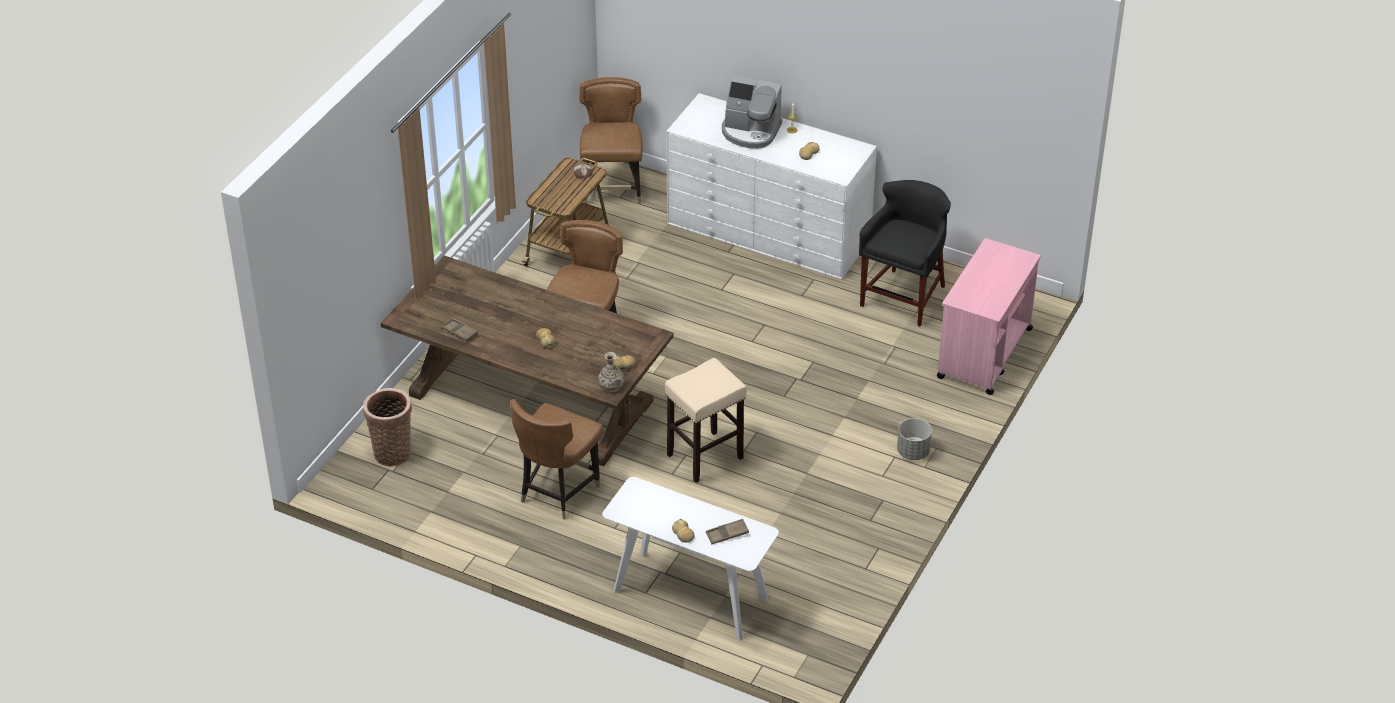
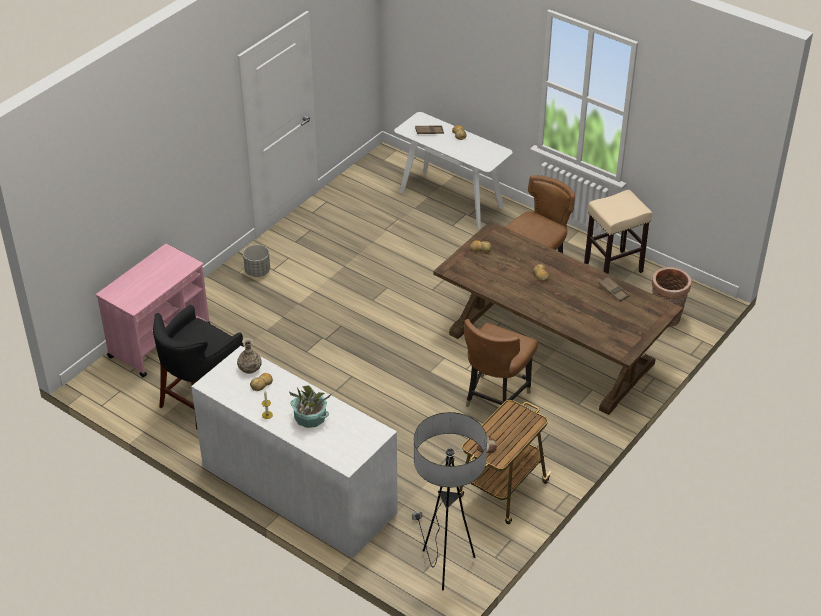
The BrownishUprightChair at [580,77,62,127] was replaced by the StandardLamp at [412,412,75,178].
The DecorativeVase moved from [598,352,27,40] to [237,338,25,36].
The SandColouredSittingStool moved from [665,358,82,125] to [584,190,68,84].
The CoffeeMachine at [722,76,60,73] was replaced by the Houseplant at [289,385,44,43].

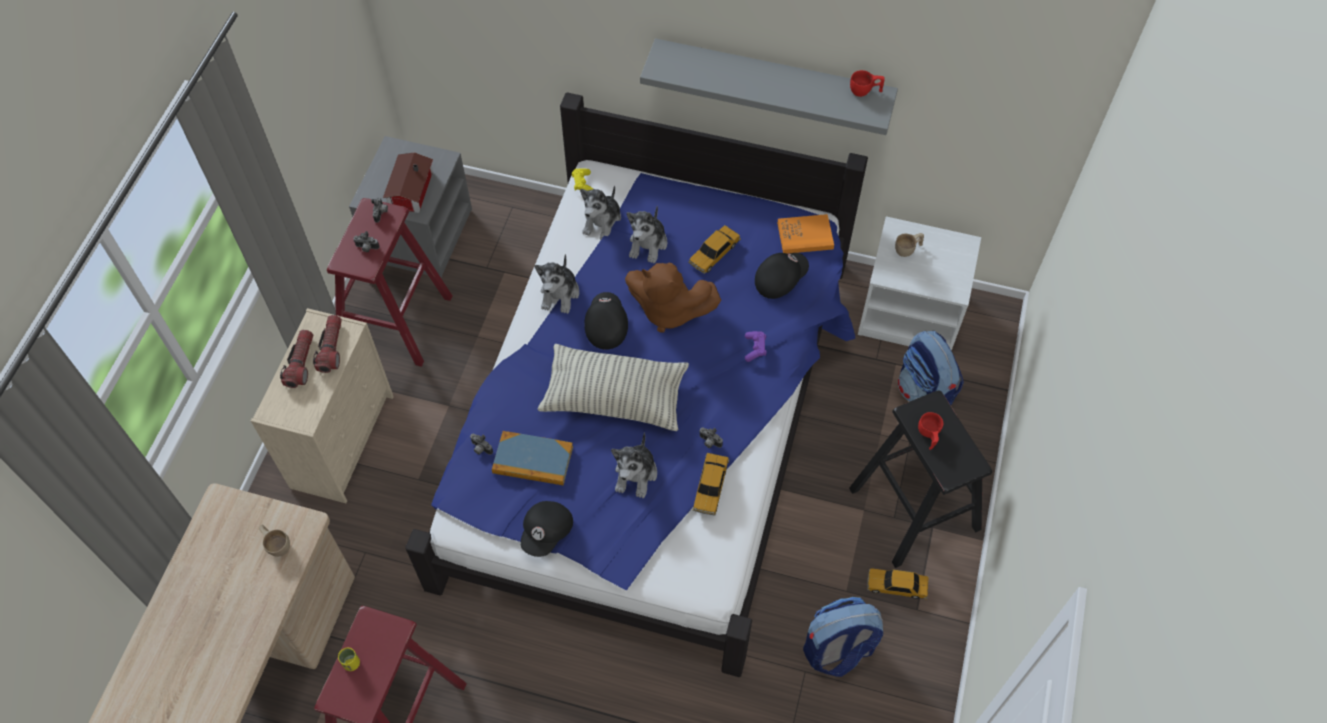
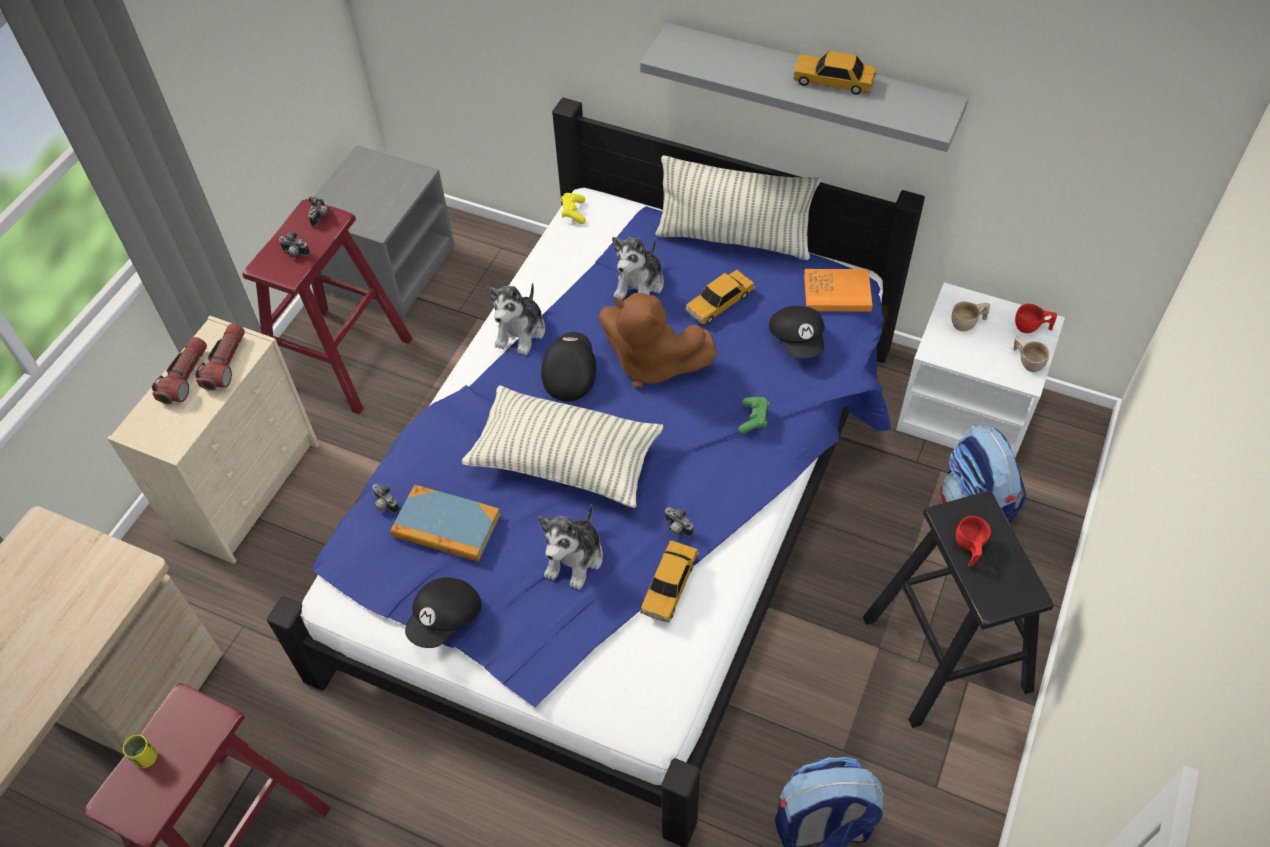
The SandColouredSmallCup moved from [259,525,31,32] to [1014,336,35,36].
The MiniatureHouse at [383,152,50,61] disappeared.
The PlushToy at [580,185,41,55] disappeared.
The PurplishGamepad at [745,331,22,31] became the GreenGamepad at [738,397,32,37].
The BlackCap at [755,253,54,46] turned 105 degrees clockwise.
The RedColouredSmallCup moved from [850,70,35,27] to [1015,304,42,29].
The MiniatureCar moved from [867,568,61,31] to [793,51,84,44].
The ThrowPillow at [655,155,165,105] appeared.

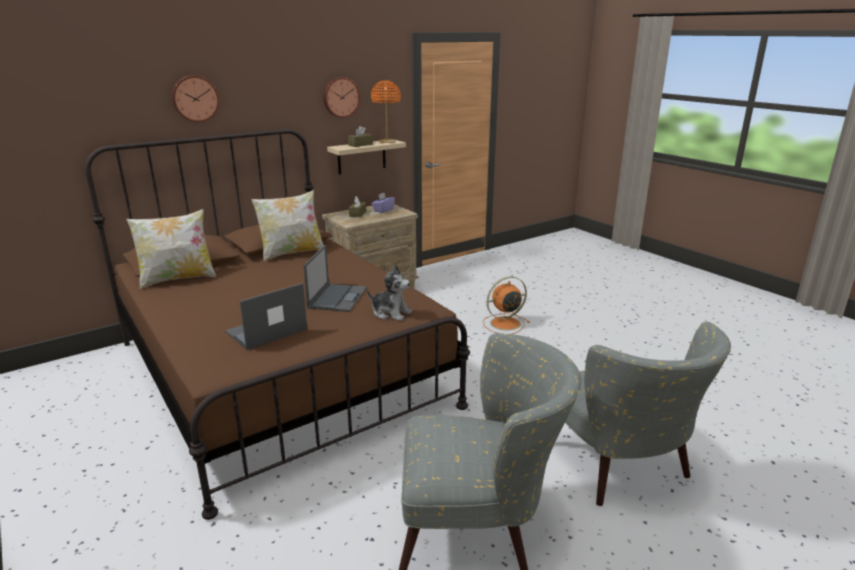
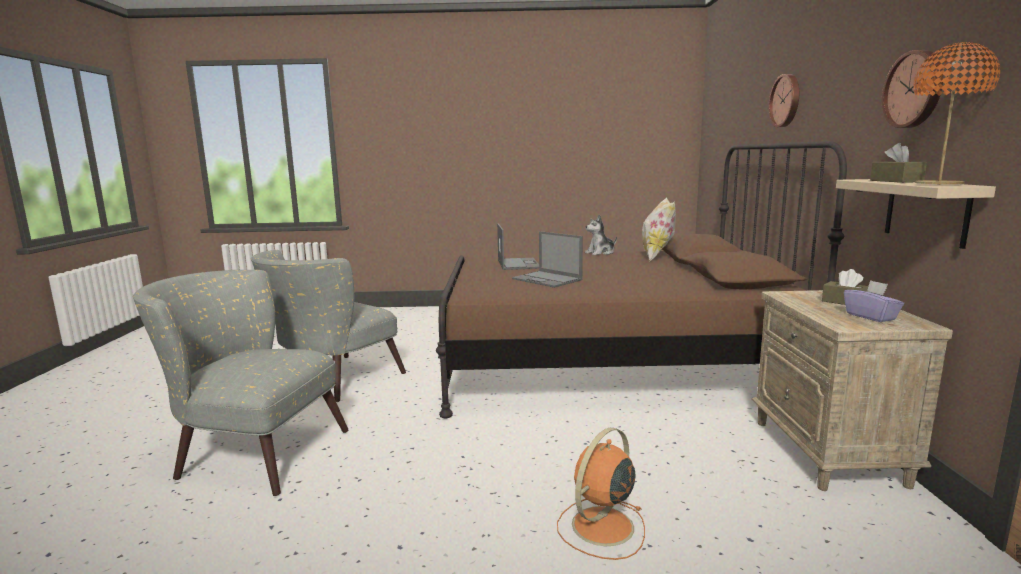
The ThrowPillow at [251,190,73,71] disappeared.
The PlushToy moved from [367,265,45,56] to [585,215,32,40].
The OrangeElectricFan at [483,276,47,58] turned 150 degrees counterclockwise.

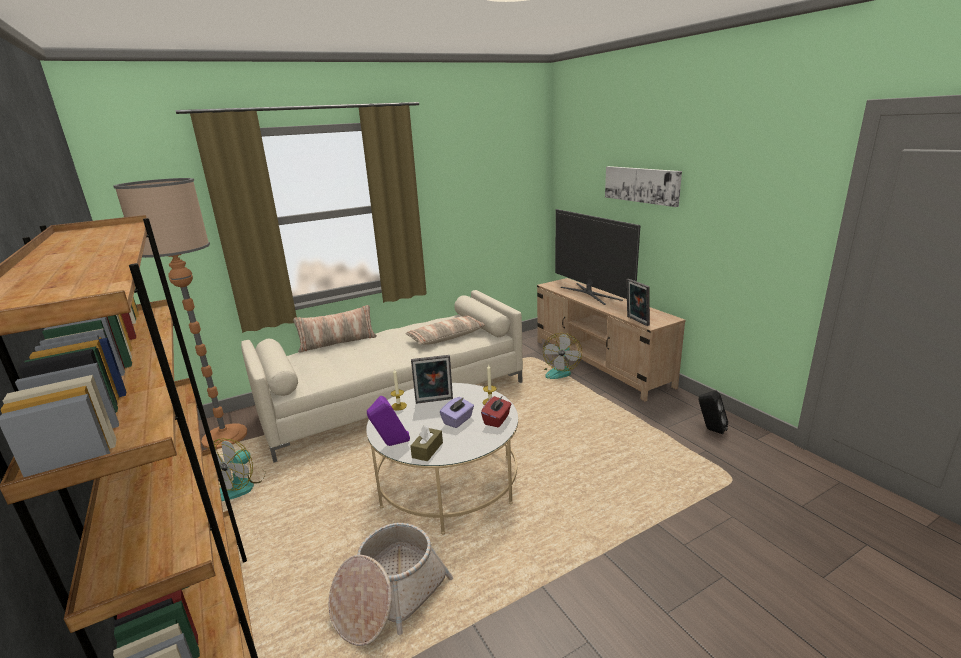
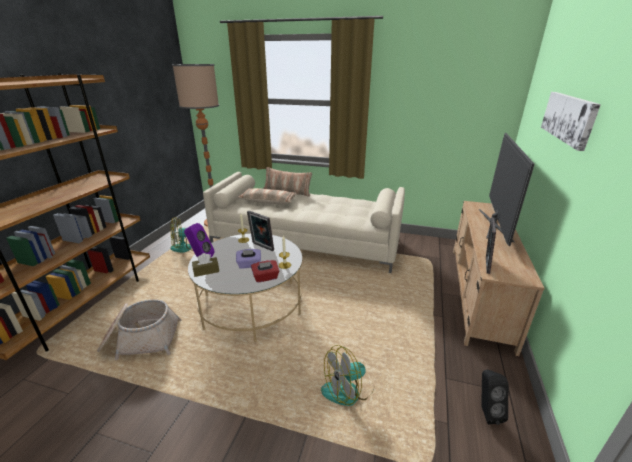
The ThrowPillow moved from [406,316,79,29] to [237,188,60,16].
The ElectricFan moved from [543,333,39,46] to [321,345,53,61].

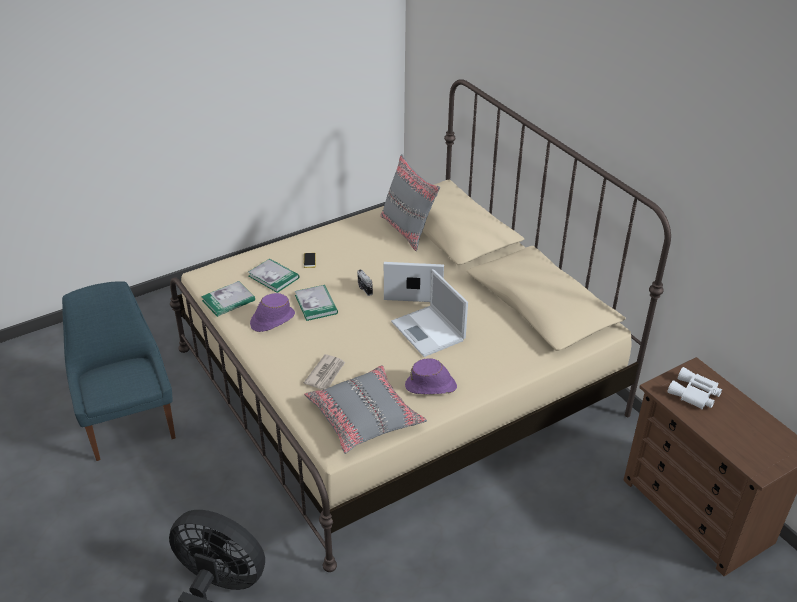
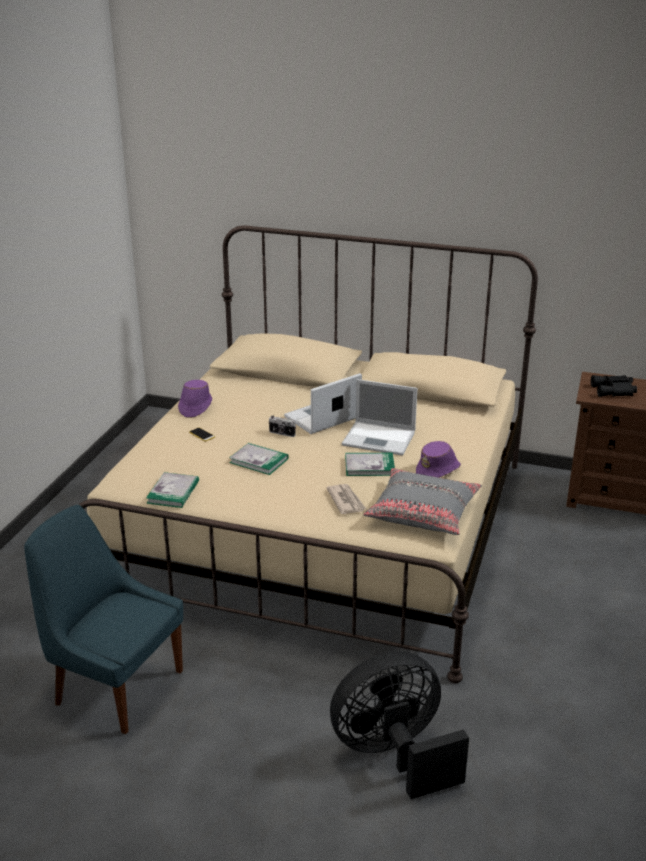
The Book moved from [248,259,51,34] to [345,453,50,23].
The PurplishWearableHat moved from [250,293,45,39] to [178,380,34,38].
The GrayThrowPillow at [380,154,60,97] disappeared.
The WhiteColouredPairOfBinoculars at [667,367,55,42] became the BlackPairOfBinoculars at [591,375,46,22].

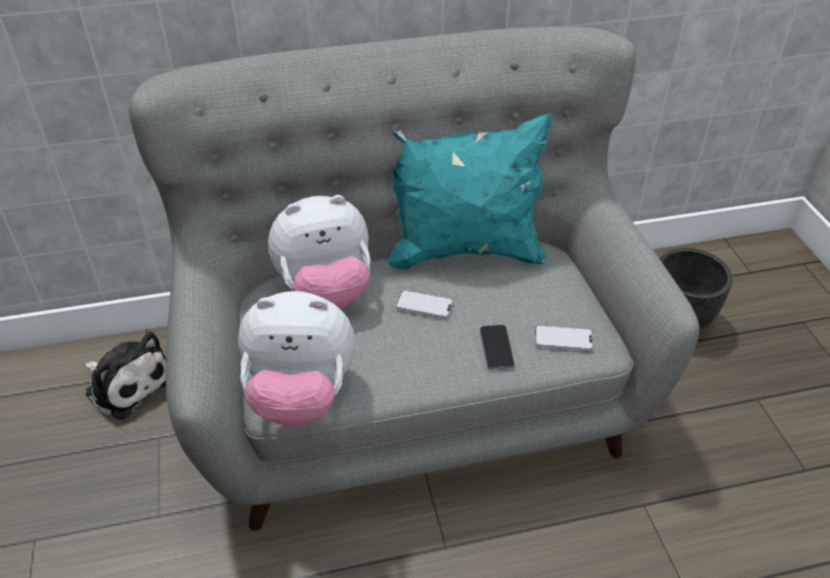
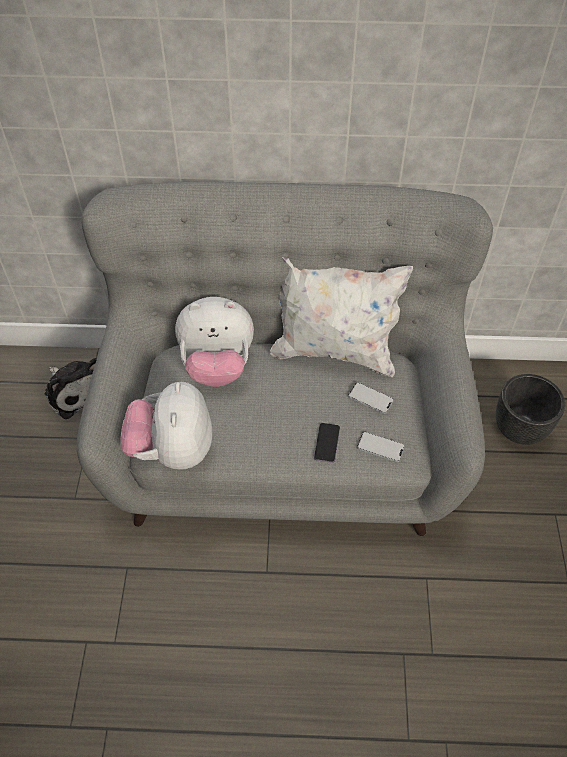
The PlushToy at [238,291,117,136] turned 75 degrees clockwise.
The TurquoiseColouredThrowPillow at [389,114,163,156] became the WhiteColouredThrowPillow at [270,257,143,120].
The Telephone moved from [396,290,57,28] to [348,382,46,32].

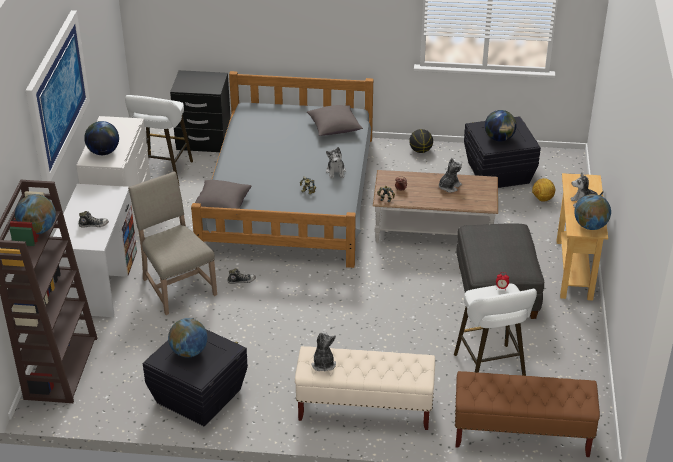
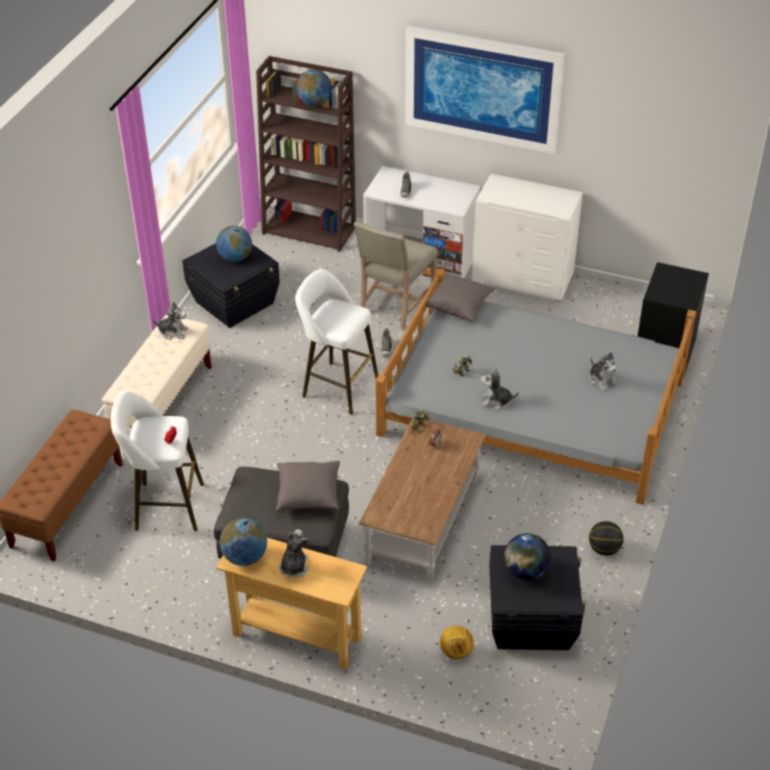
The WorldGlobe at [84,121,35,34] disappeared.
The WhiteColouredSittingStool moved from [125,95,68,91] to [295,269,83,146].
The SandColouredUprightChair at [128,172,89,143] turned 135 degrees clockwise.
The GrayThrowPillow moved from [307,105,56,31] to [275,461,65,50].
The PlushToy moved from [439,158,23,35] to [589,352,29,39].

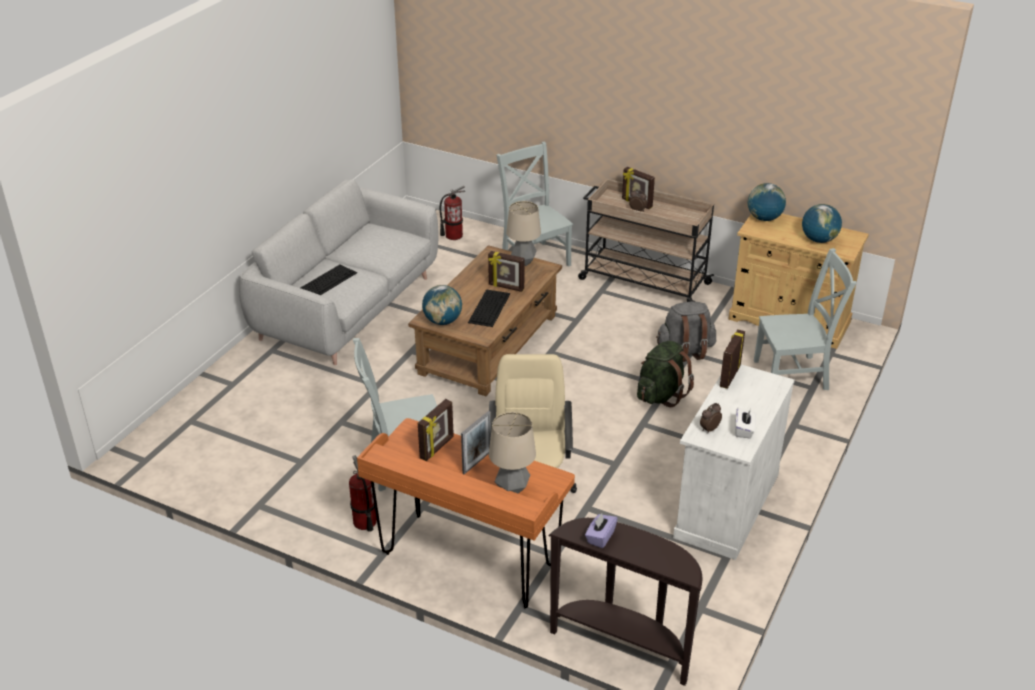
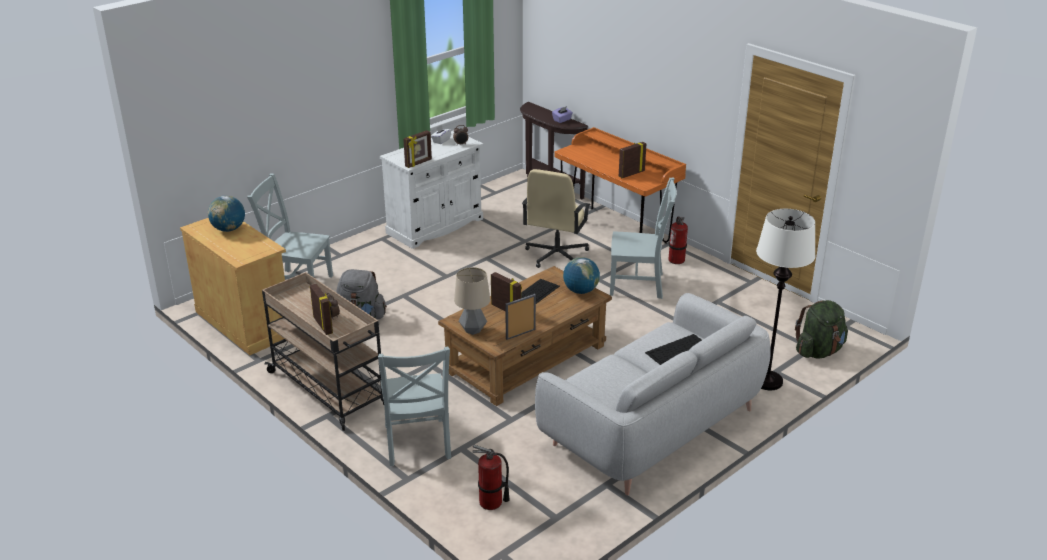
The PictureFrame moved from [461,411,30,63] to [505,294,31,46].
The TabletopLamp at [489,412,47,81] disappeared.
The GreenRucksack moved from [637,341,57,66] to [795,300,53,59].
The WorldGlobe at [748,183,38,38] disappeared.
The WhiteColouredStandardLamp at [756,209,59,181] appeared.

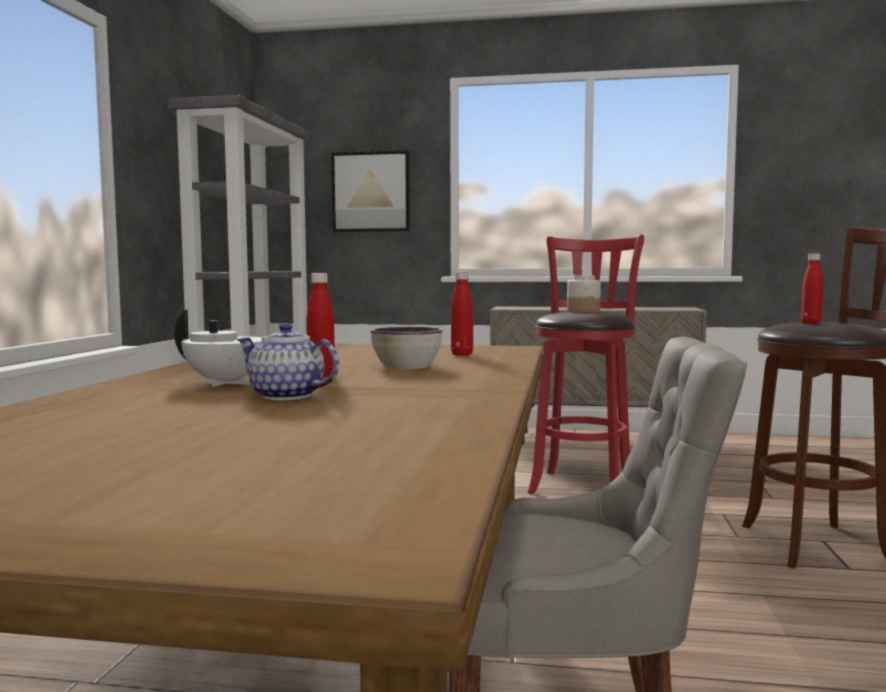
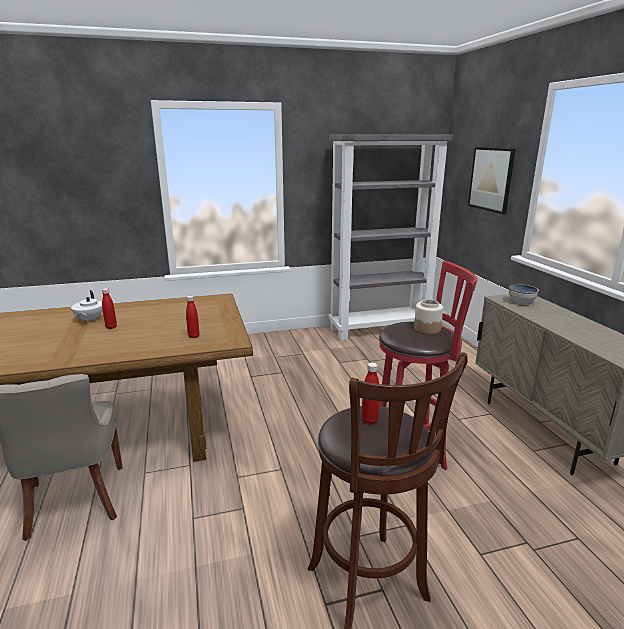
The Teapot at [237,323,102,77] disappeared.
The ServingBowl moved from [370,327,73,42] to [509,285,30,20].

